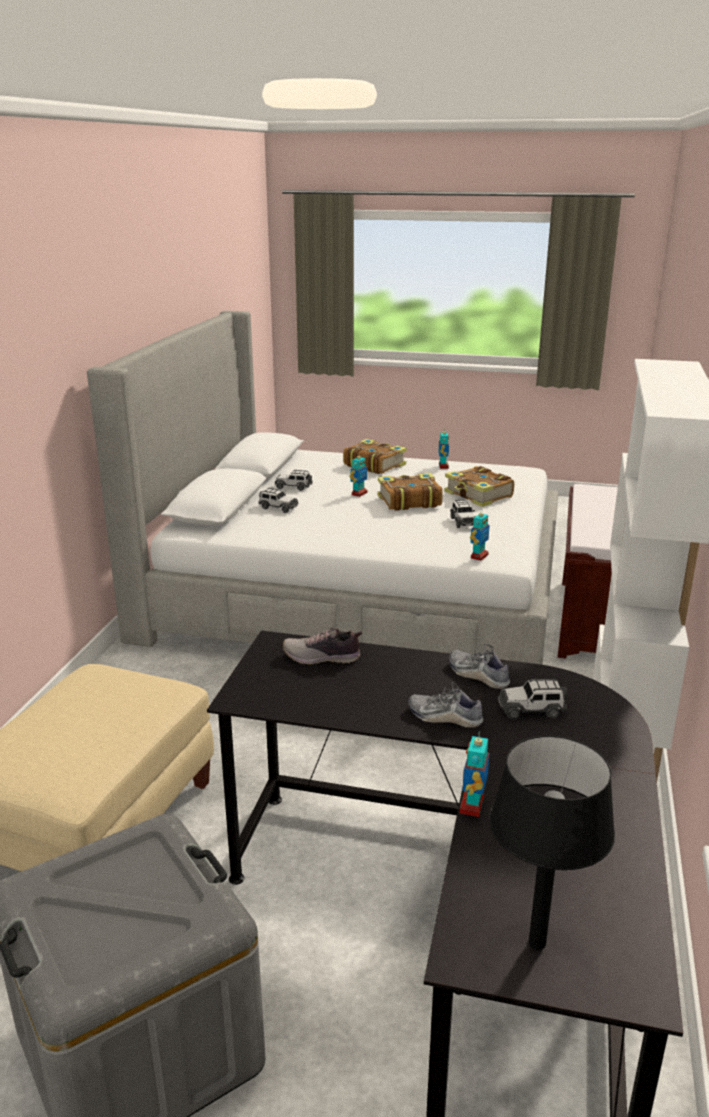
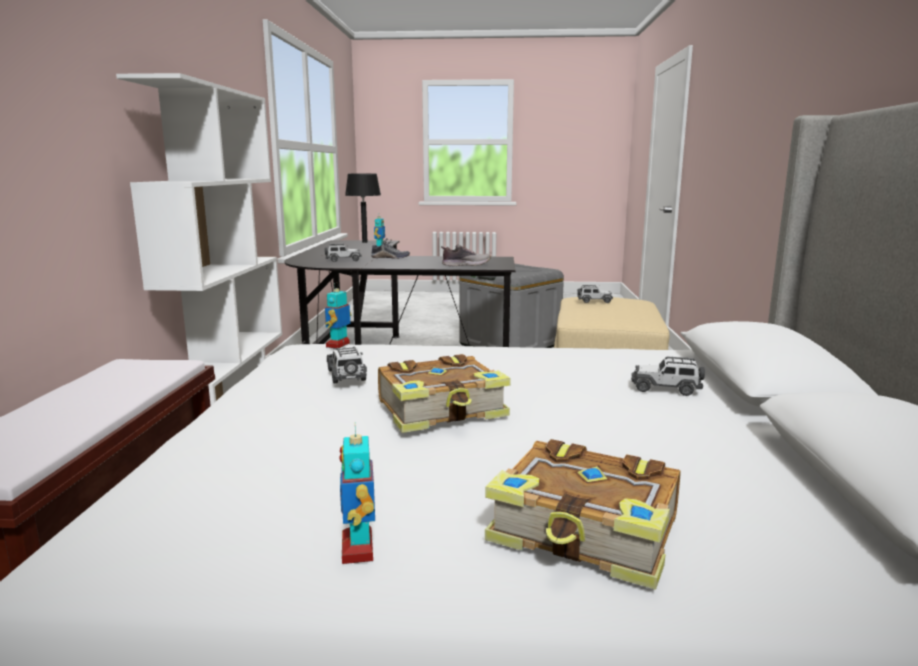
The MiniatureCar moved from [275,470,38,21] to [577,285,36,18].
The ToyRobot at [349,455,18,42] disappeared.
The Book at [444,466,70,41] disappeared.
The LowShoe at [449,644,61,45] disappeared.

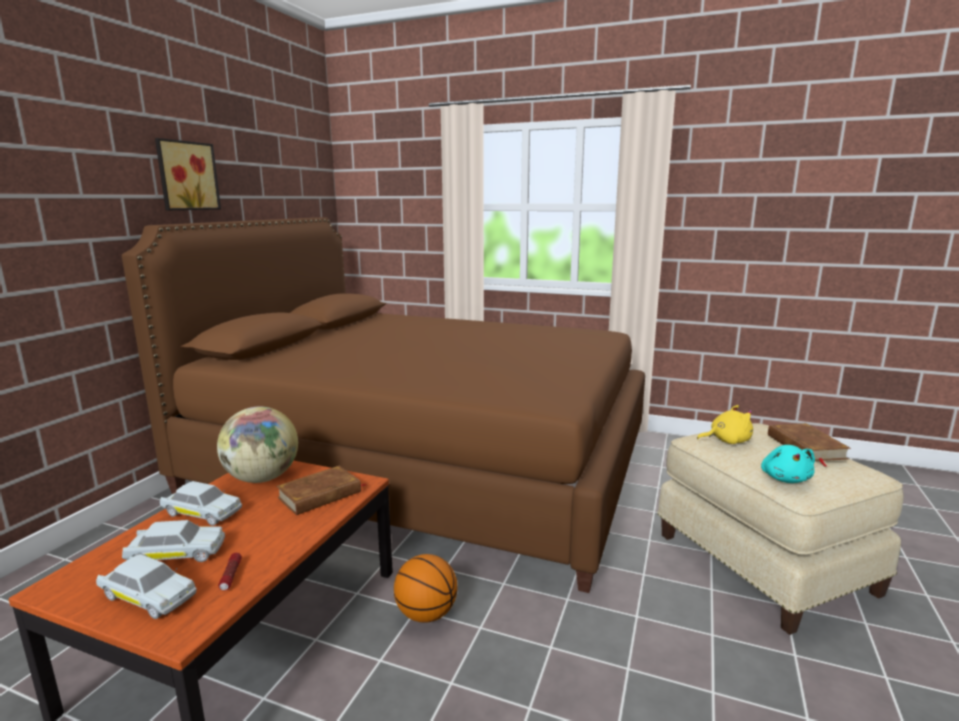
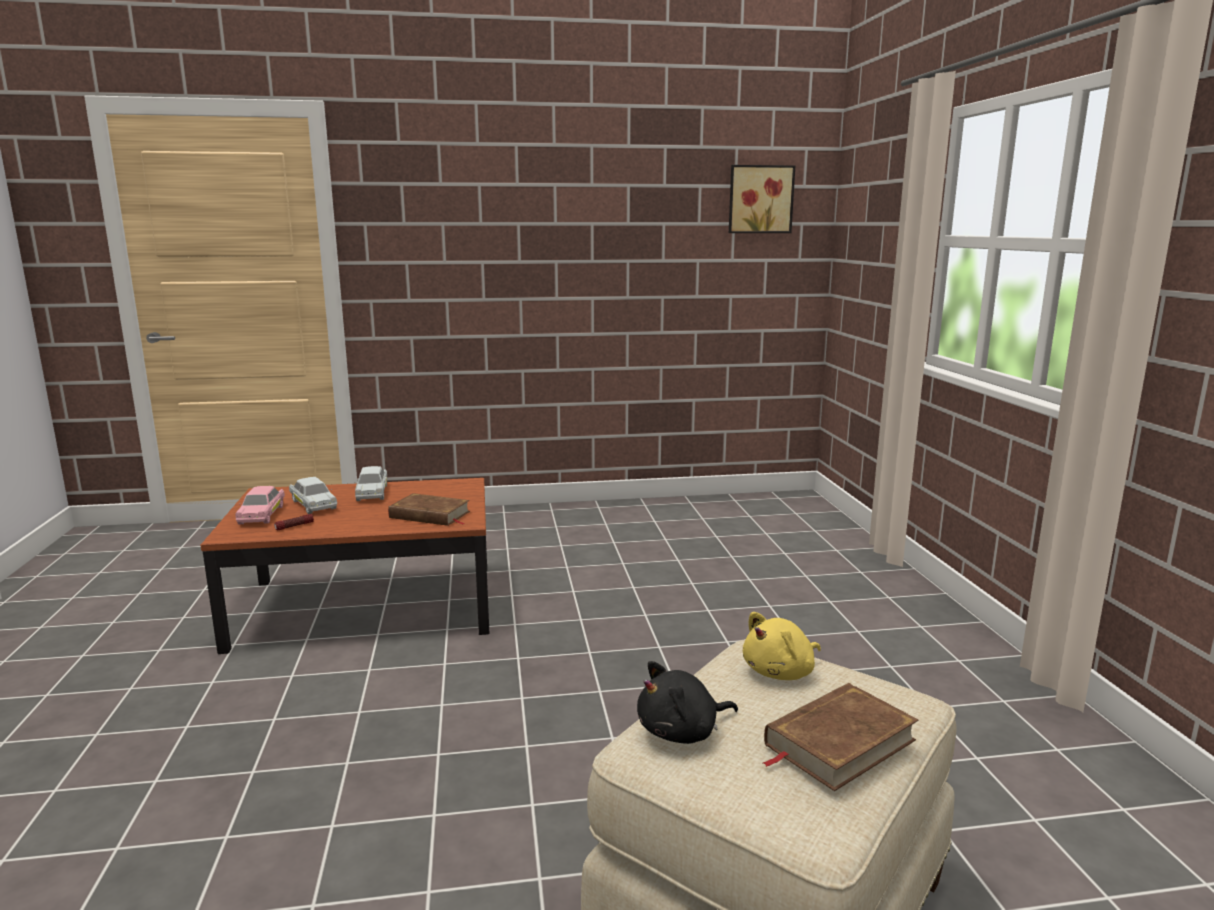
The WhiteColouredMiniatureCar at [96,554,101,65] became the PinkColouredMiniatureCar at [235,486,50,38].
The BrownishSleepingBed at [122,217,523,376] disappeared.
The WallPicture moved from [155,138,66,72] to [729,165,66,68].
The WorldGlobe at [217,407,81,76] disappeared.
The BasketballBall at [394,554,63,69] disappeared.
The YellowishPlushToy at [697,405,56,39] turned 90 degrees clockwise.
The TurquoiseColouredPlushToy at [761,445,54,38] became the BlackPlushToy at [637,661,101,83].

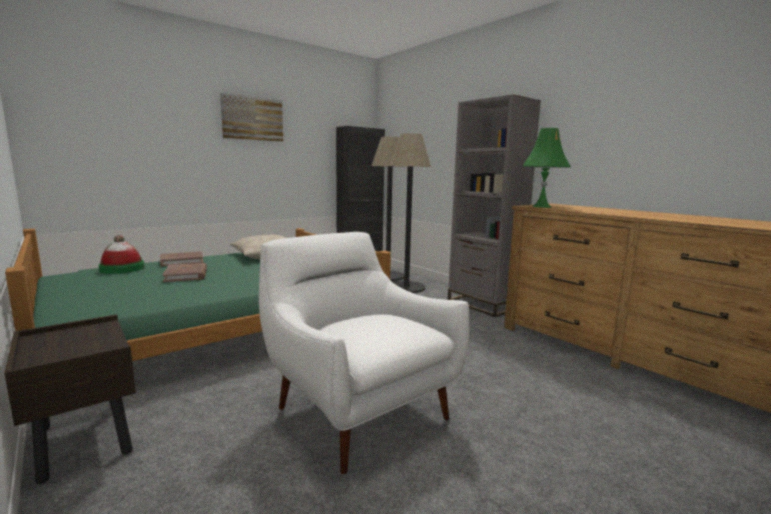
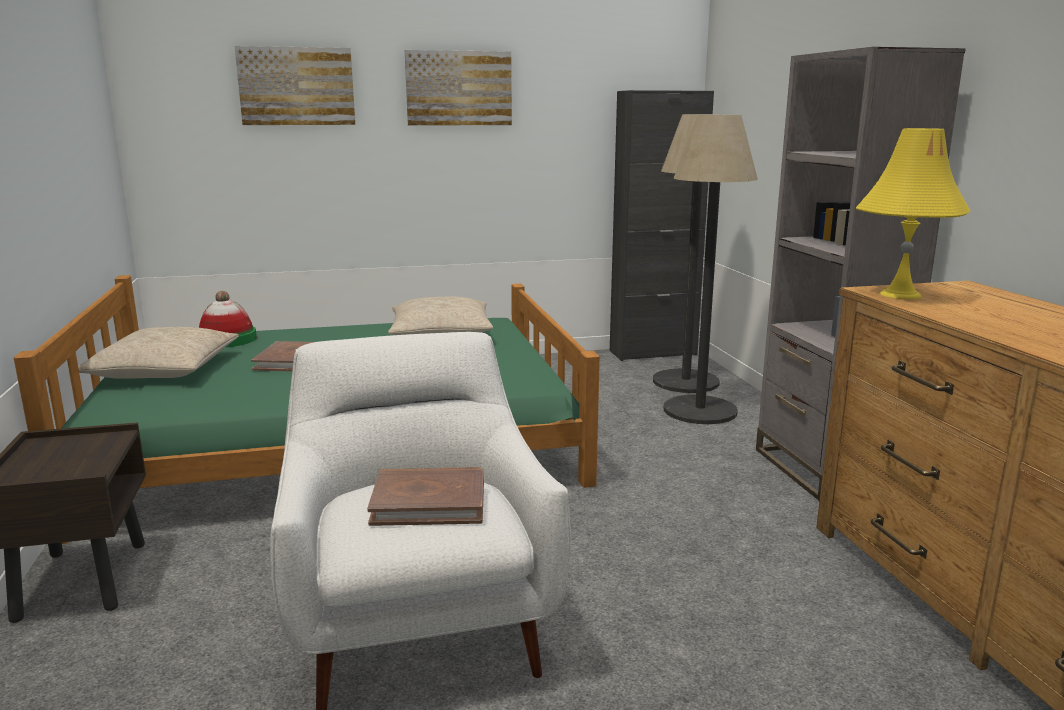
The BrownishBook moved from [160,252,44,15] to [367,467,117,59].
The GreenTabletopLamp at [522,128,49,80] became the YellowishTabletopLamp at [856,128,115,171].
The SandColouredThrowPillow at [78,327,161,52] appeared.
The WallPicture at [235,46,120,79] appeared.

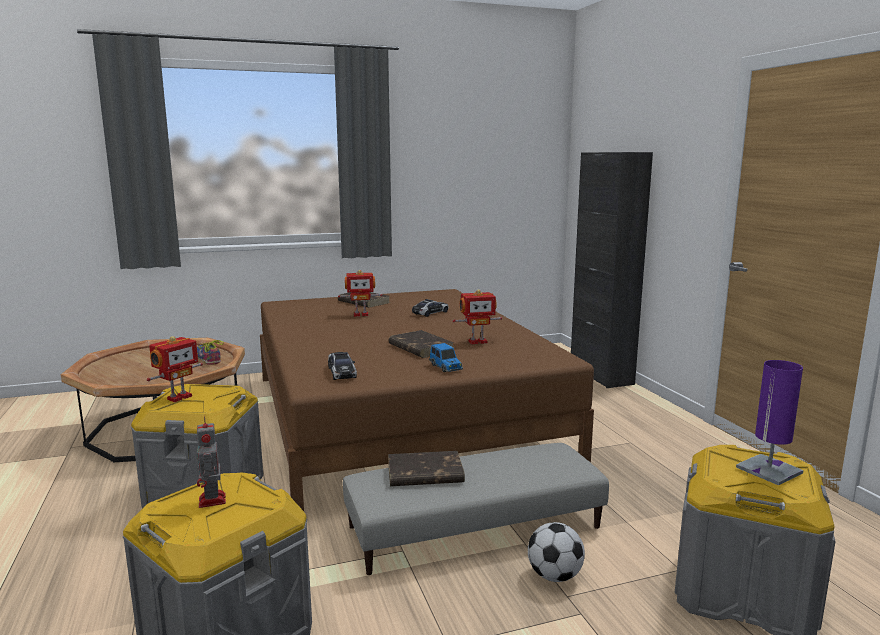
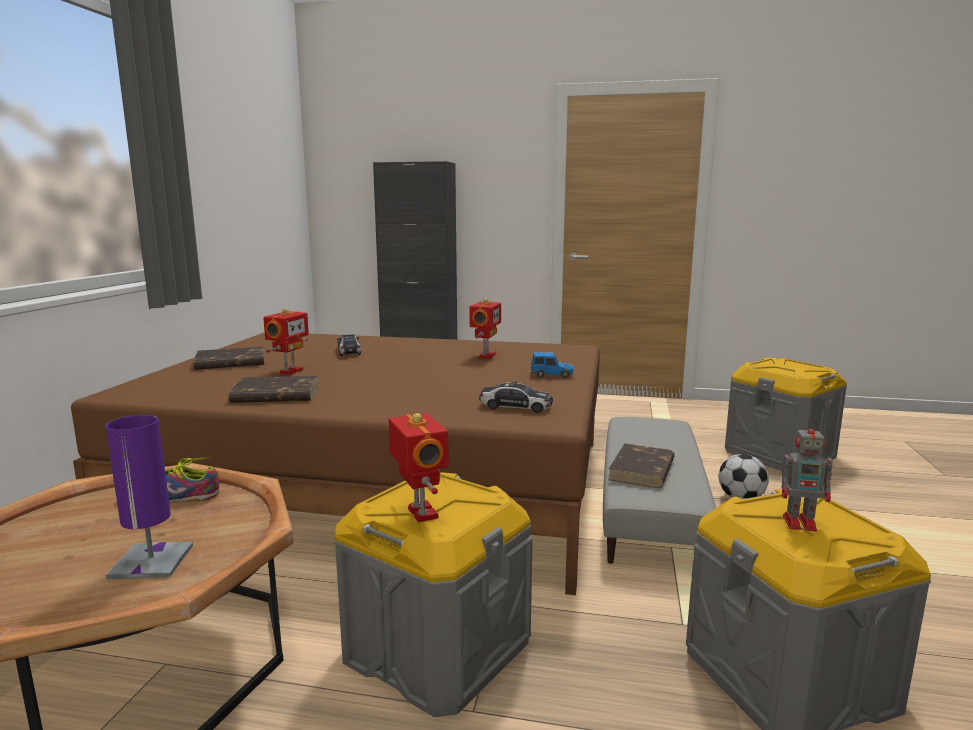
The BrownishBook moved from [388,330,66,28] to [228,376,91,27].
The PurplishTabletopLamp moved from [736,360,67,125] to [106,415,87,164].

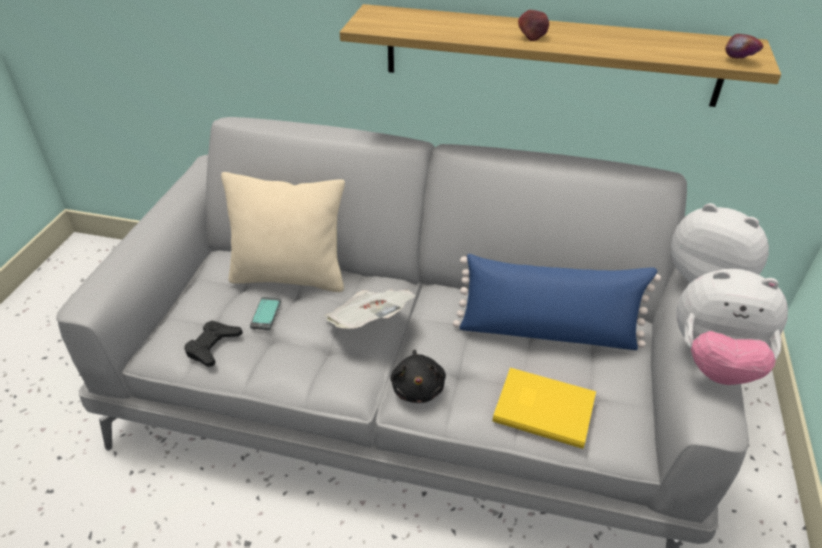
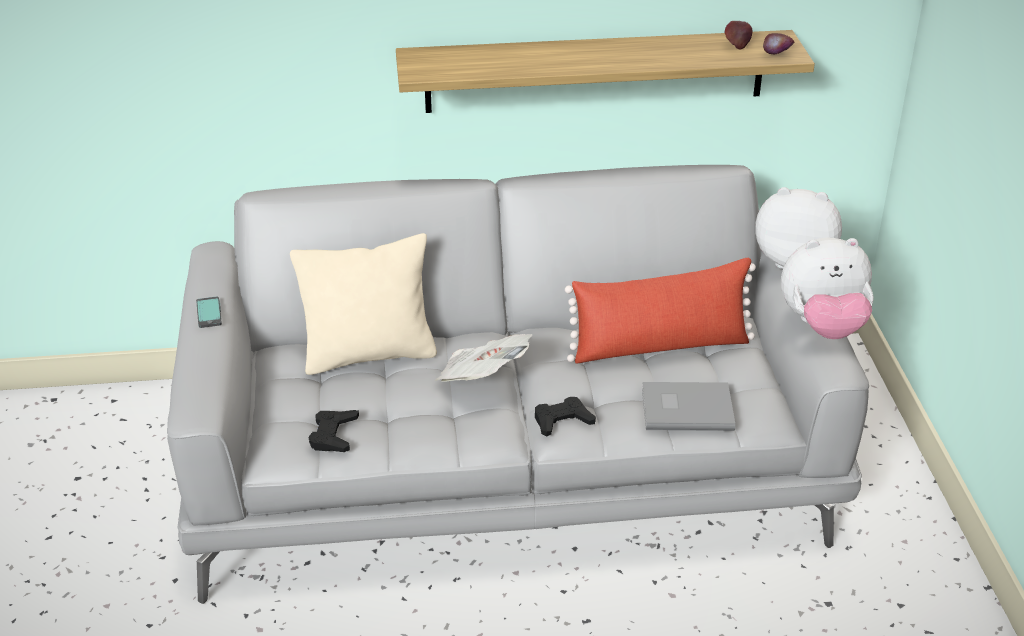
The Telephone moved from [250,297,31,33] to [196,296,26,32].
The BlackPlushToy at [390,350,56,53] was replaced by the BlackGamepad at [535,397,61,40].
The BluishThrowPillow at [453,254,208,96] became the RedColouredThrowPillow at [565,258,191,106].
The YellowishBook at [493,368,103,81] became the GrayBook at [642,382,93,49].
The Apple moved from [518,10,31,31] to [725,21,28,28].

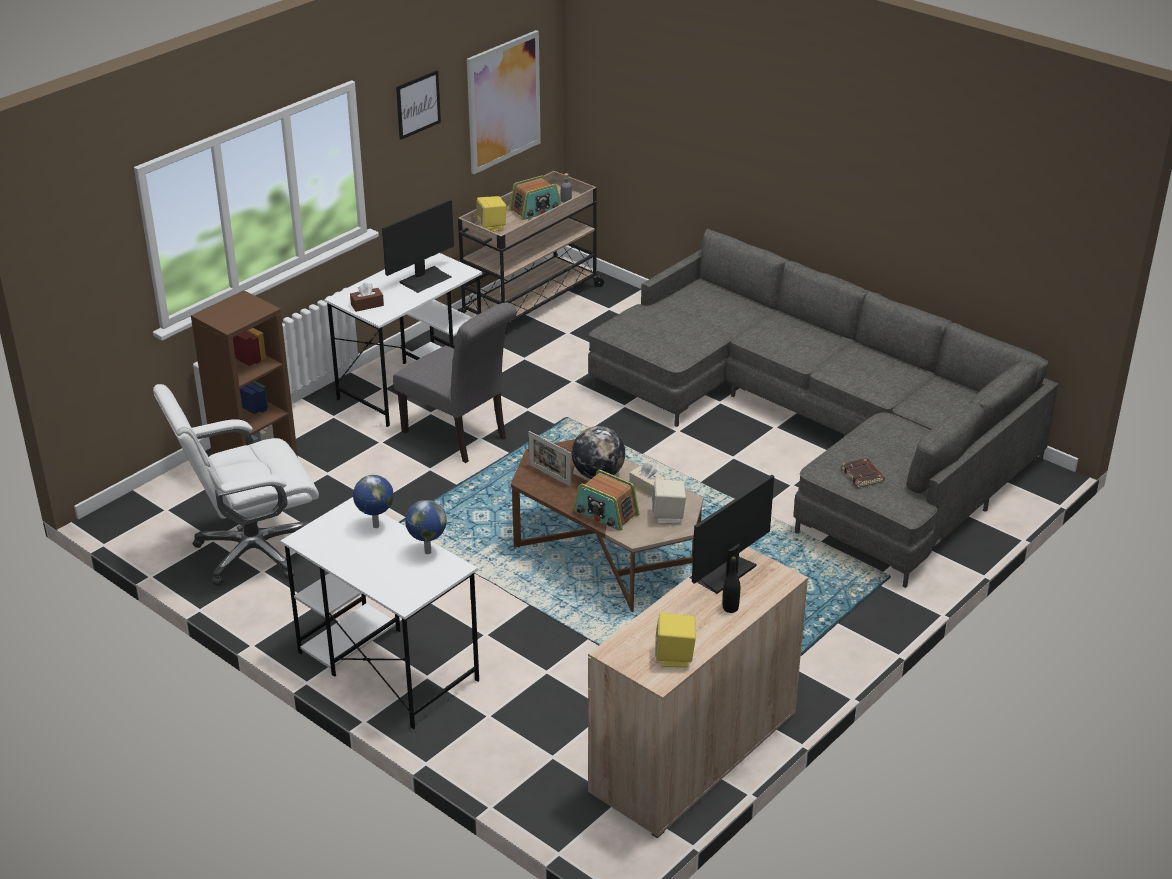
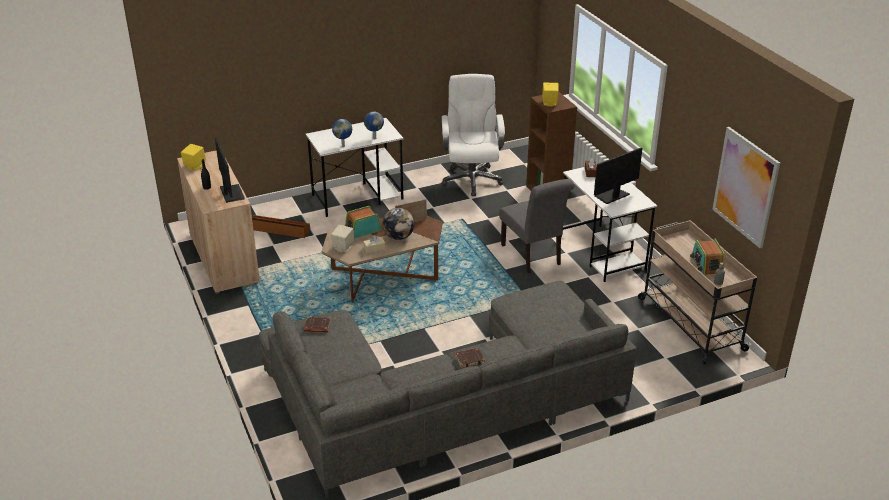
The ComputerScreen at [382,199,72,94] turned 75 degrees clockwise.
The GrayUprightChair at [393,303,124,160] turned 90 degrees counterclockwise.
The WallPicture at [396,70,45,70] disappeared.
The YellowishAudioSpeaker moved from [476,196,31,36] to [542,83,17,23].
The BrownishStorageBin at [252,215,58,23] appeared.
The BrownishBook at [455,348,30,20] appeared.

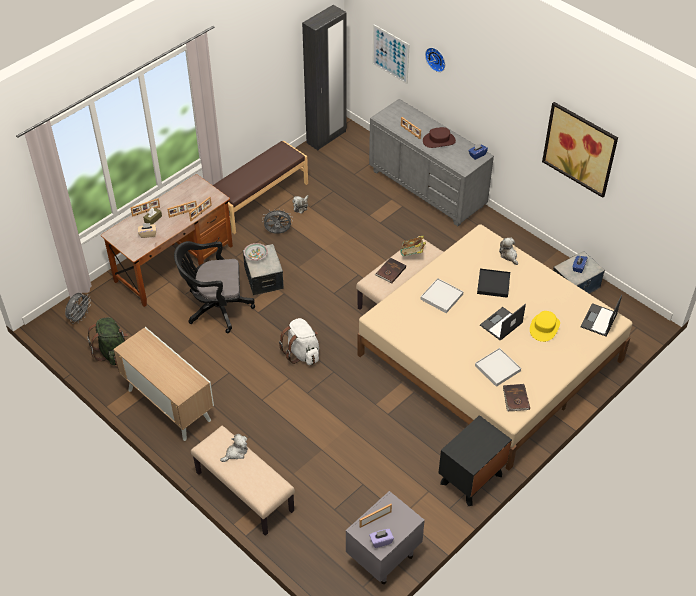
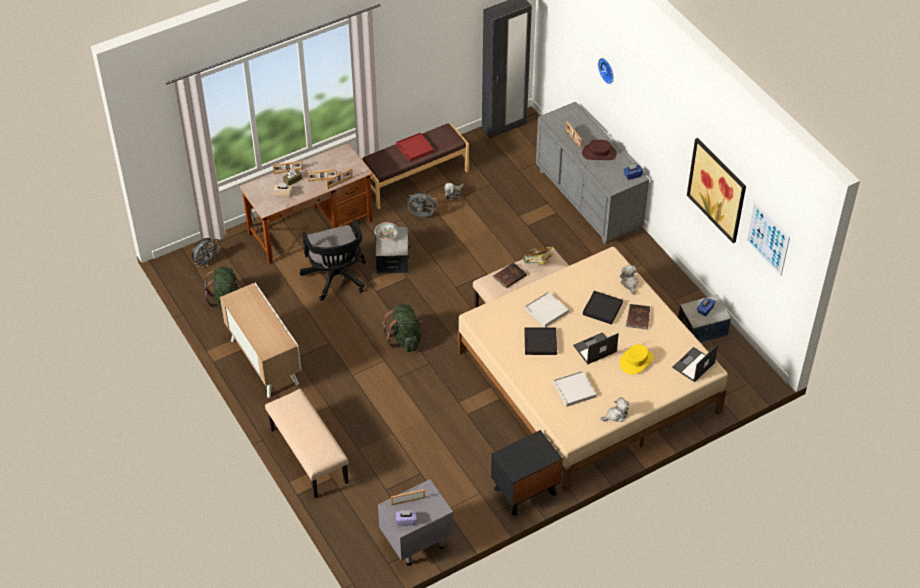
The BlackComputerChair at [174,241,81,92] turned 120 degrees counterclockwise.
The PlushToy moved from [220,434,28,28] to [600,398,30,24].
The WhiteColouredRucksack at [279,318,40,47] became the GreenRucksack at [383,304,40,48].
The WallPicture moved from [372,24,38,60] to [746,202,44,74].
The BrownishBook moved from [503,384,27,27] to [626,304,24,25].
The RedColouredCarryingTray at [396,133,38,29] appeared.
The BlackCarryingTray at [524,327,33,28] appeared.

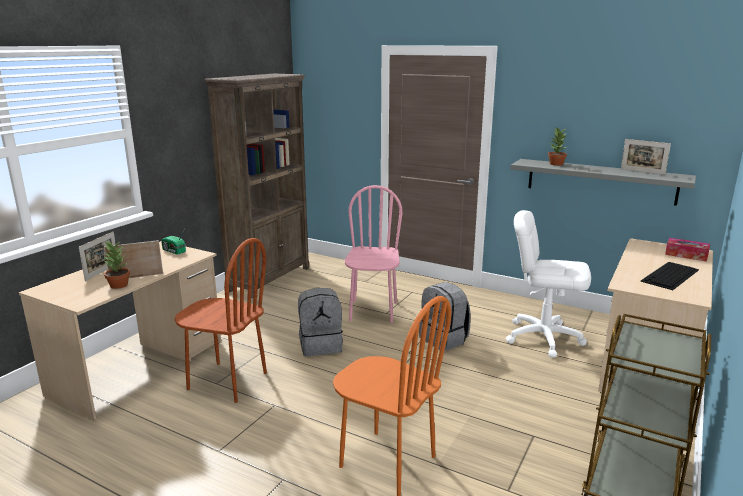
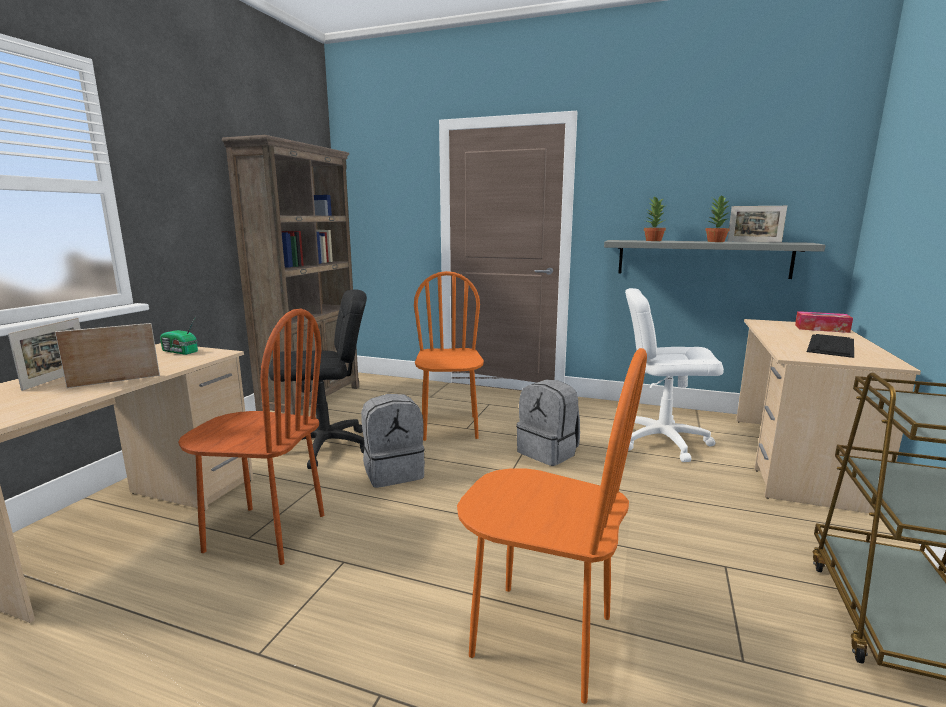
The Houseplant moved from [103,241,27,48] to [705,195,25,47].
The PinkColouredUprightChair at [345,185,58,138] became the OrangeUprightChair at [414,271,70,170].
The BlackComputerChair at [269,289,98,180] appeared.

